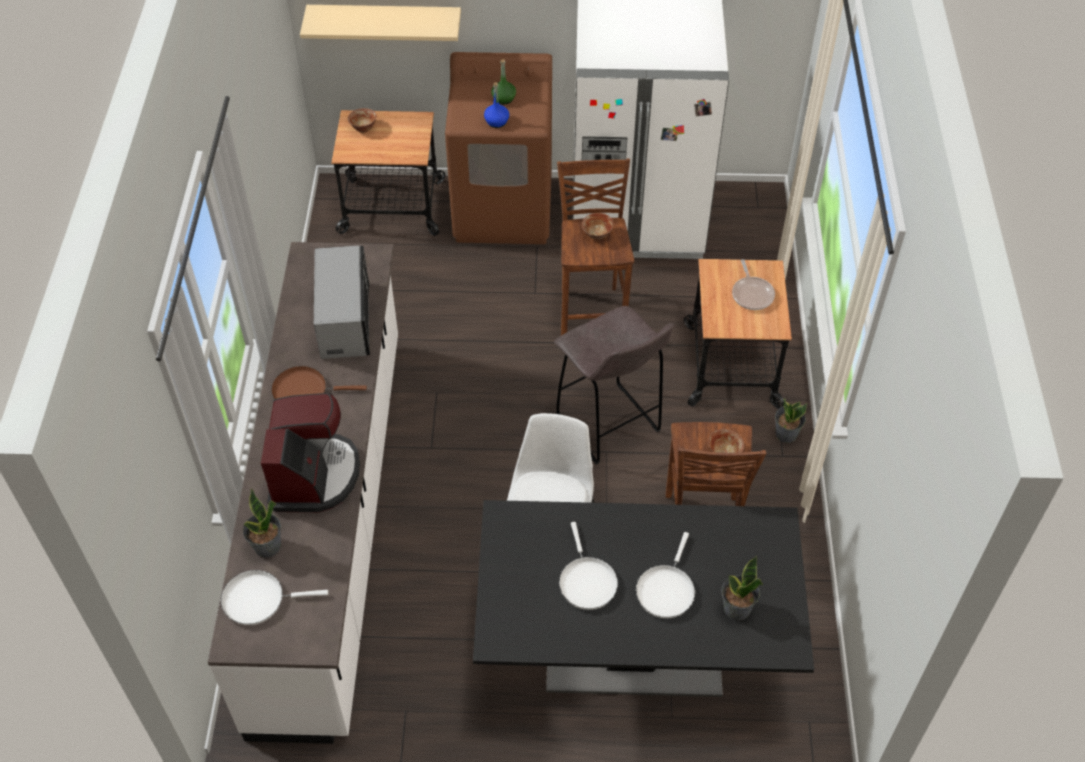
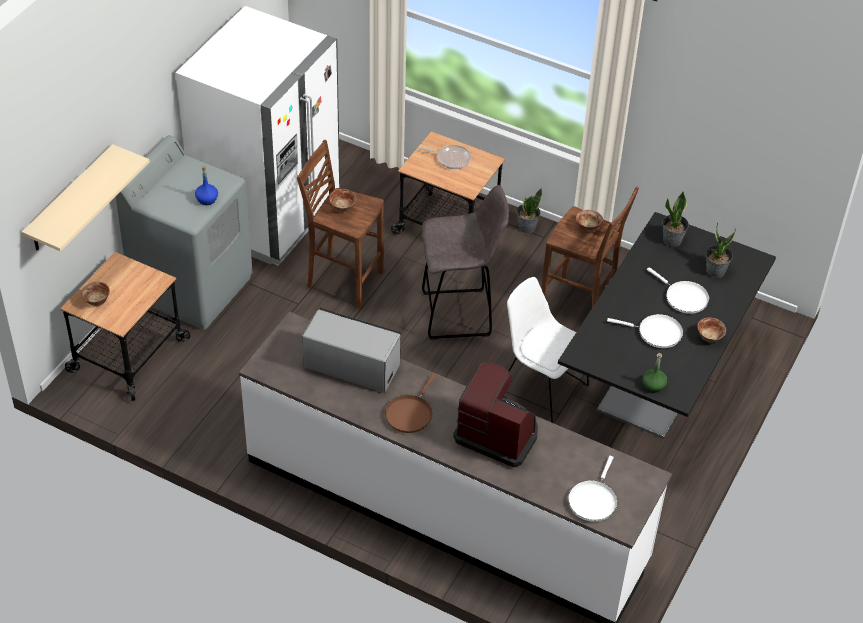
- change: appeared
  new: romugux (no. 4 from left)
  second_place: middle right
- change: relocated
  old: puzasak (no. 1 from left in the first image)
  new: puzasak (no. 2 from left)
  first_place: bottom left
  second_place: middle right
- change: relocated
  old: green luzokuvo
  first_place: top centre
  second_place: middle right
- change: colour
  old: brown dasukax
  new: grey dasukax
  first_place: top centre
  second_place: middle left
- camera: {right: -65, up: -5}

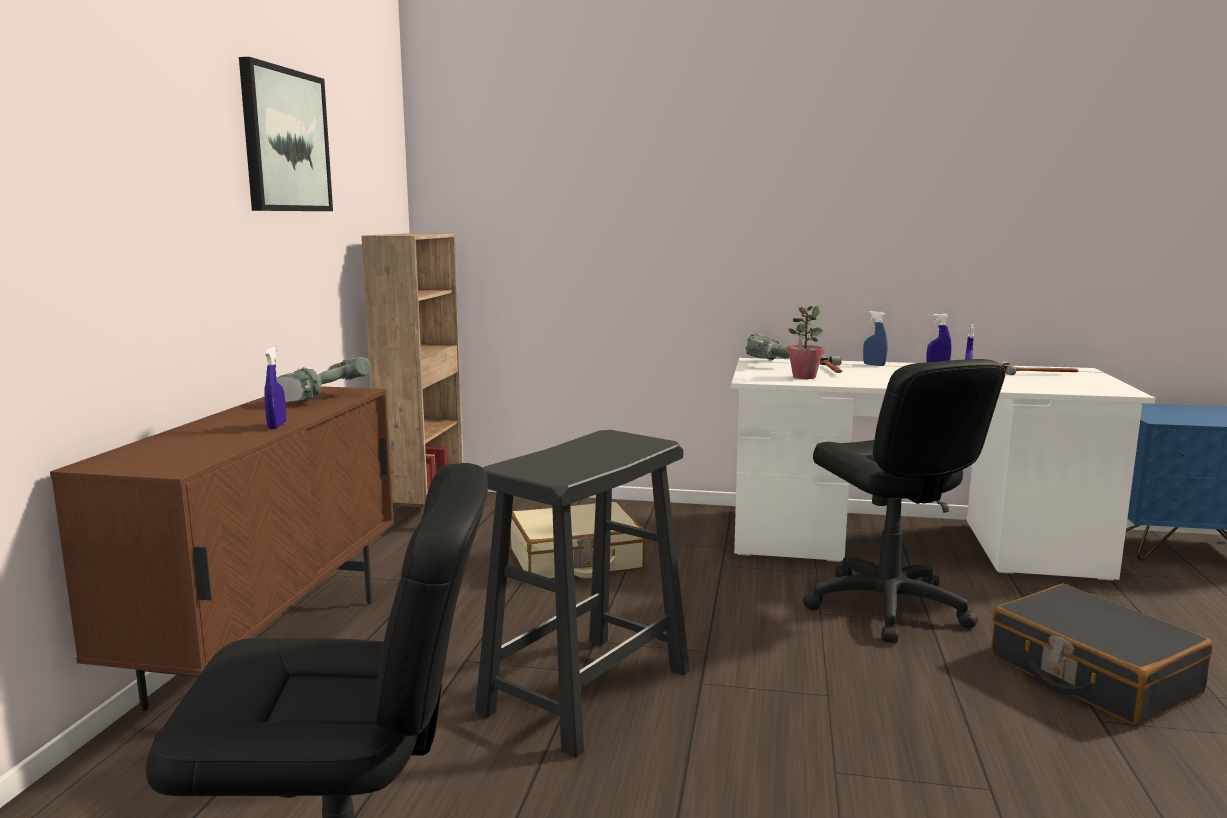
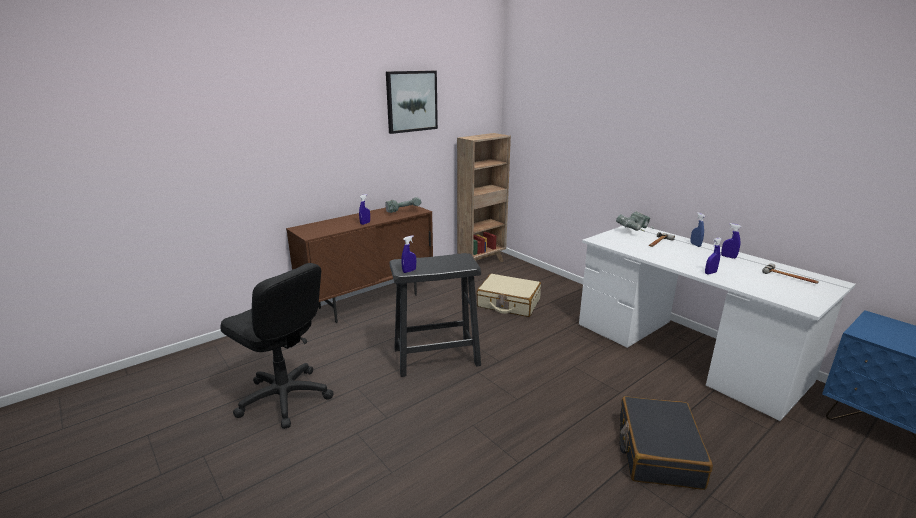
- change: missing
  old: puzasak
  first_place: centre
- change: missing
  old: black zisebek (no. 2 from left)
  first_place: middle right
- change: appeared
  new: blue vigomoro (no. 2 from left)
  second_place: centre
- camera: {right: 40, up: 10}

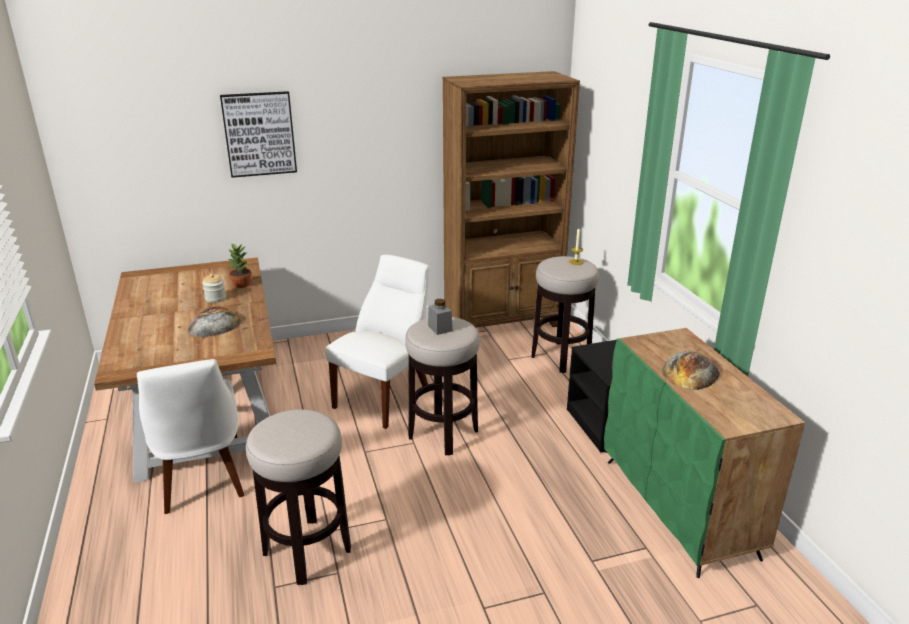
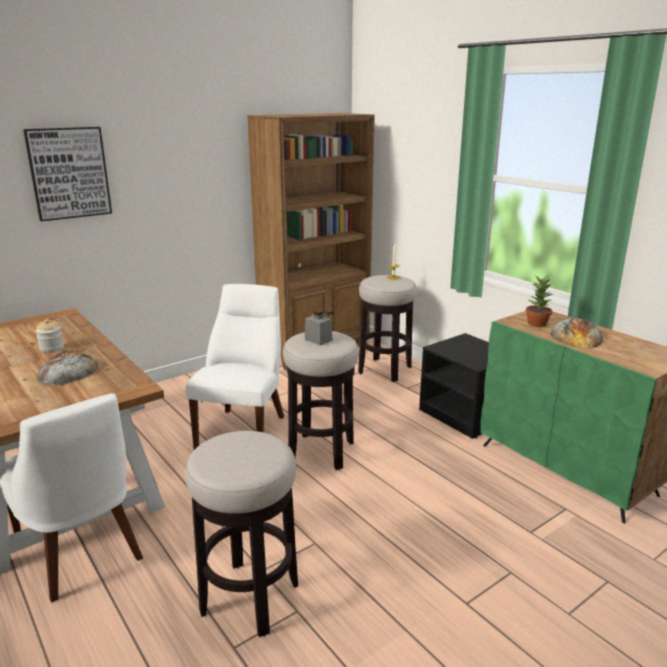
- change: relocated
  old: puzasak
  first_place: middle left
  second_place: middle right
- camera: {right: -20, up: -5}

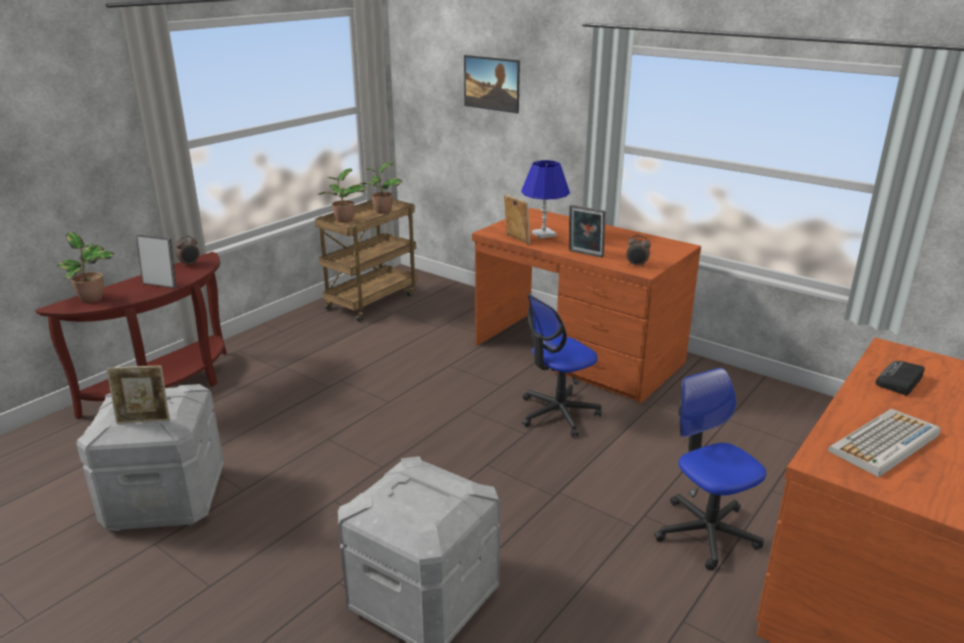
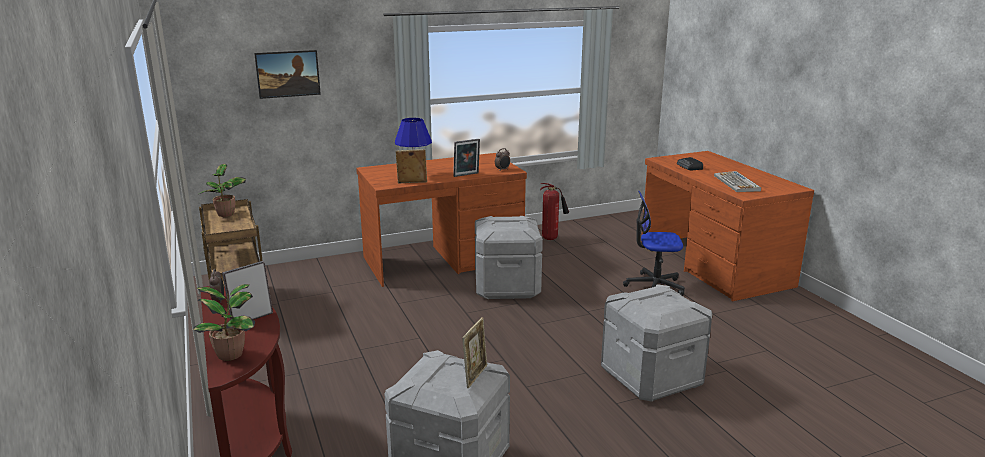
- change: missing
  old: puzasak (no. 2 from left)
  first_place: top centre
- change: appeared
  new: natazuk
  second_place: centre
- change: exchanged
  old: zisebek (no. 1 from left)
  new: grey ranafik (no. 2 from left)
  first_place: centre
  second_place: centre
- camera: {right: -60, up: -5}

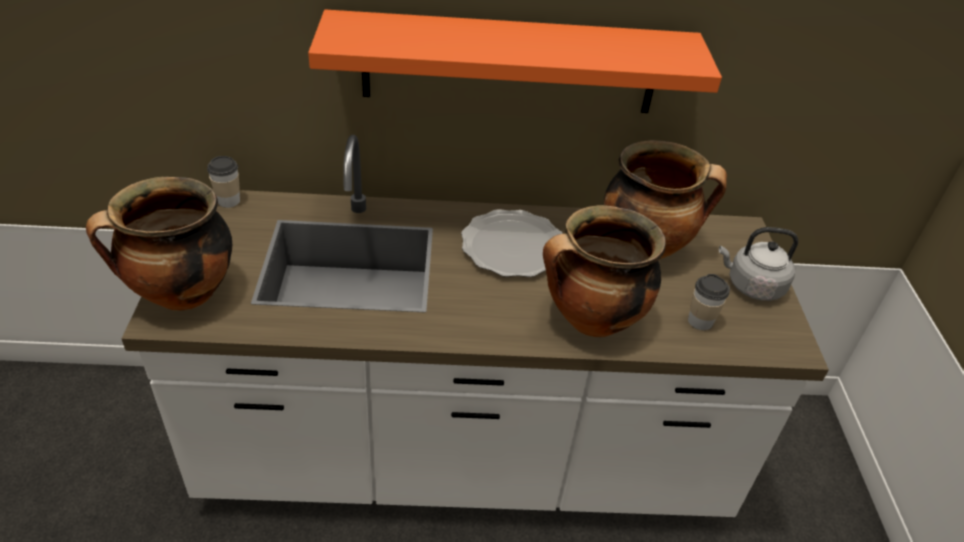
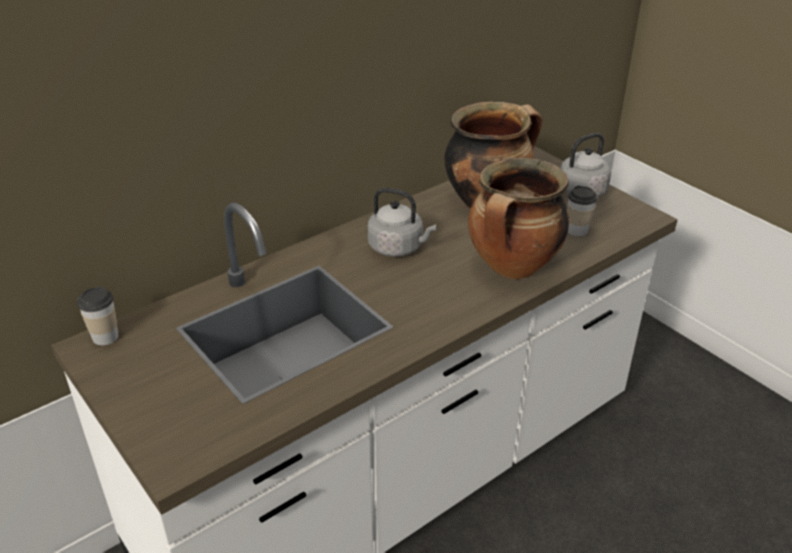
- change: missing
  old: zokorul (no. 1 from left)
  first_place: middle left
- change: missing
  old: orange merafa
  first_place: top centre
- change: exchanged
  old: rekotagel
  new: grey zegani (no. 1 from left)
  first_place: centre
  second_place: centre
- camera: {right: -35, up: -5}

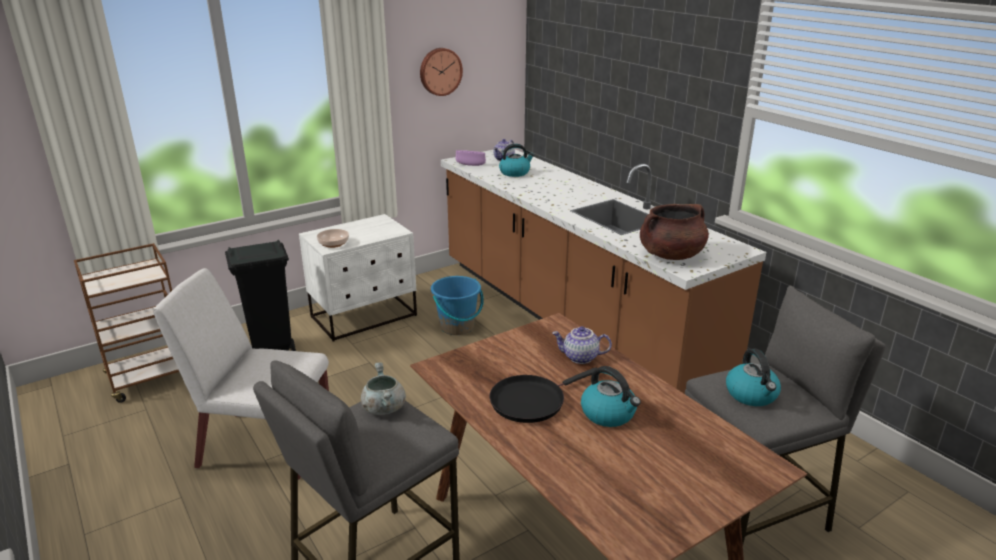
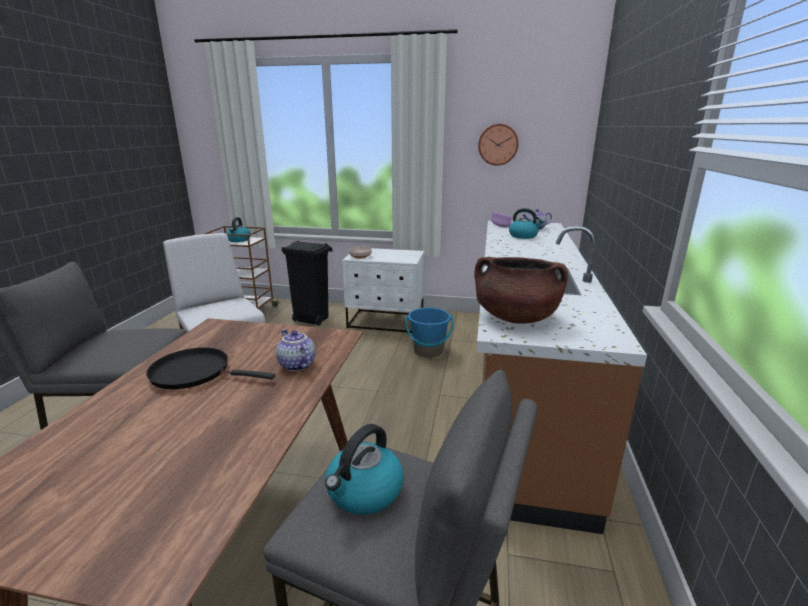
- change: missing
  old: grey zokorul
  first_place: bottom centre
- change: relocated
  old: zegani (no. 2 from left in the first image)
  new: zegani (no. 1 from left)
  first_place: bottom centre
  second_place: middle left
- camera: {right: 45, up: -5}

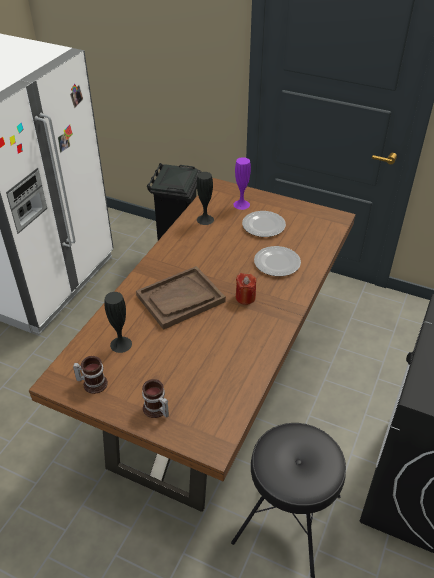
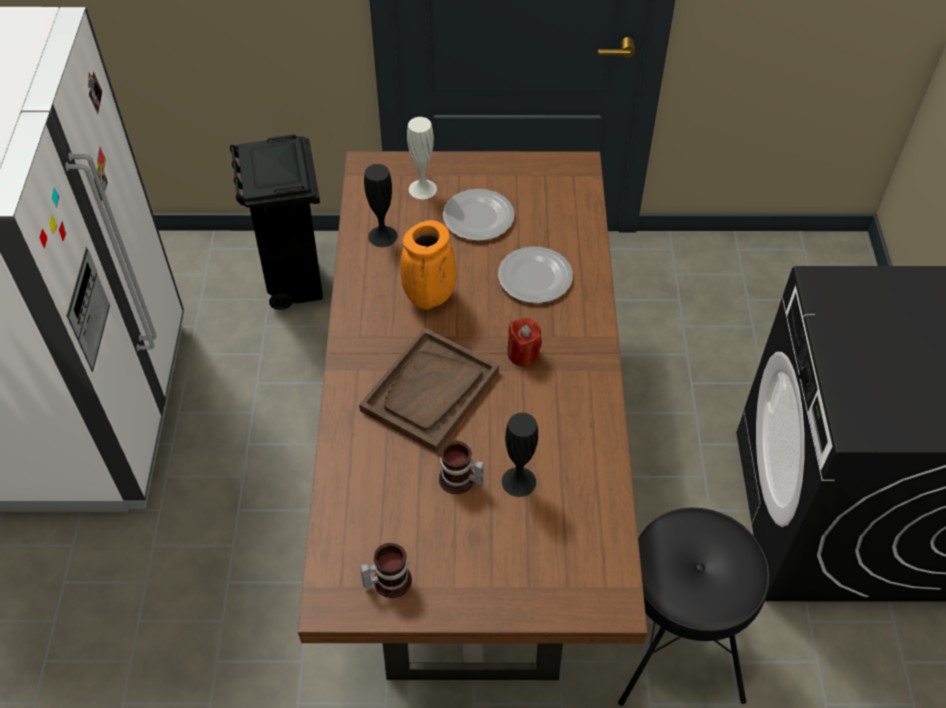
- change: appeared
  new: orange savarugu
  second_place: centre
- change: relocated
  old: black savarugu (no. 1 from left in the first image)
  new: black savarugu (no. 2 from left)
  first_place: middle left
  second_place: centre
- change: relocated
  old: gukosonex (no. 2 from left)
  first_place: bottom centre
  second_place: centre
- change: colour
  old: purple savarugu
  new: white savarugu
  first_place: top centre
  second_place: top centre
- camera: {right: -25, up: 10}

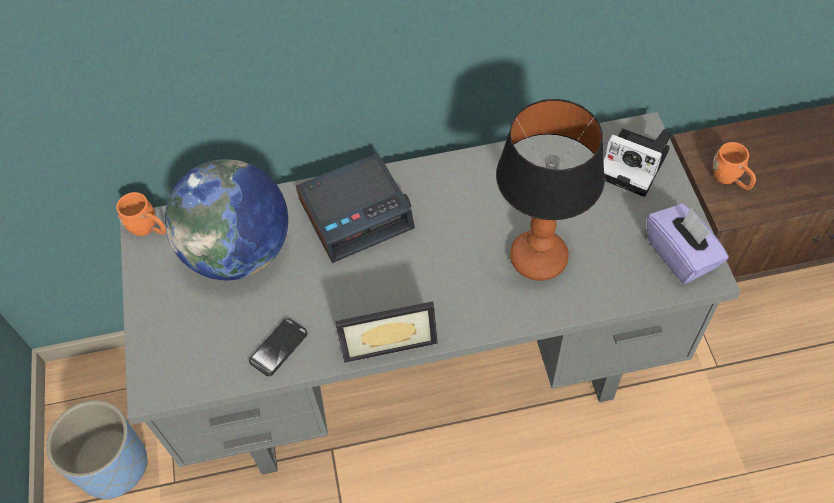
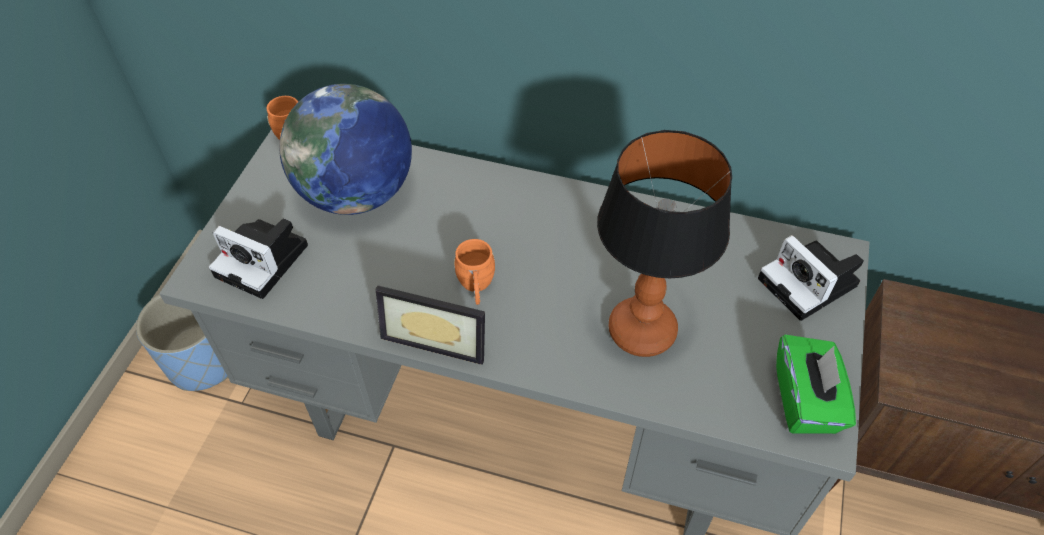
- change: missing
  old: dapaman
  first_place: bottom centre
- change: missing
  old: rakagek
  first_place: centre
- change: appeared
  new: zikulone (no. 1 from left)
  second_place: middle left
- change: relocated
  old: orange gukosonex (no. 2 from left)
  first_place: top right
  second_place: centre
- change: colour
  old: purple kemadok
  new: green kemadok
  first_place: middle right
  second_place: bottom right
- camera: {right: 25, up: -5}

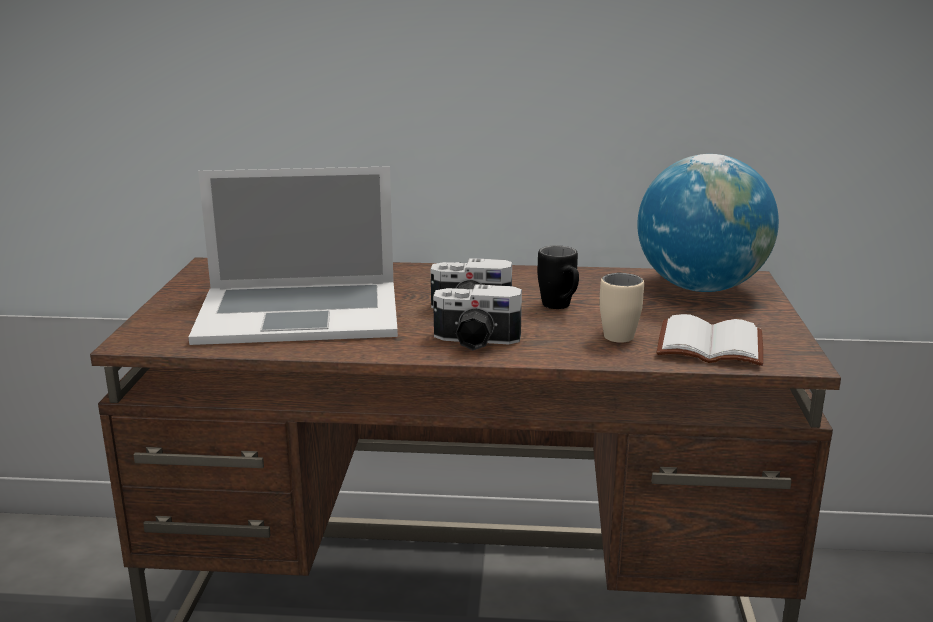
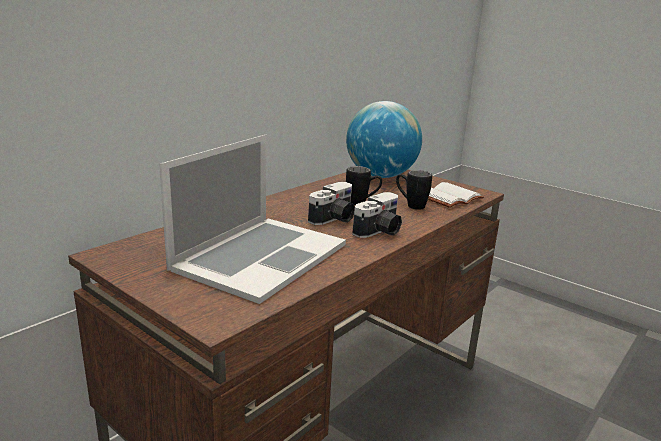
- change: colour
  old: beige gukosonex
  new: black gukosonex (no. 2 from left)
  first_place: centre
  second_place: centre
- camera: {right: -55, up: 0}

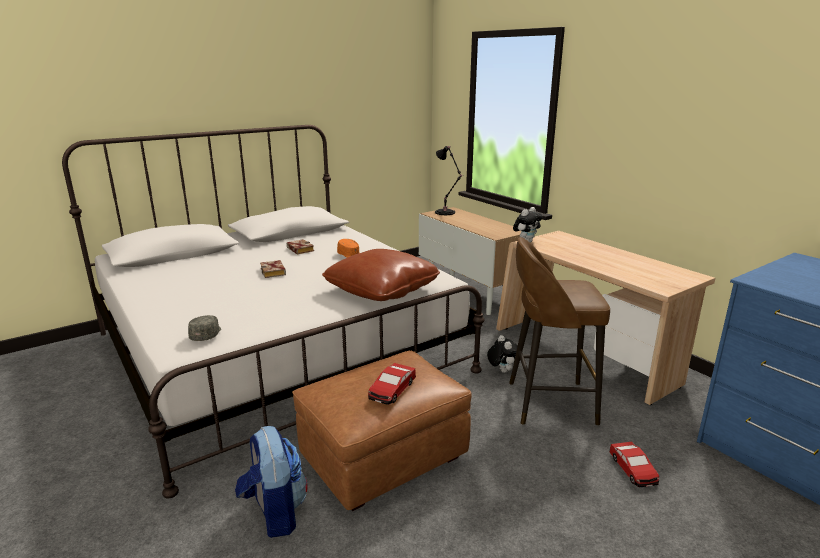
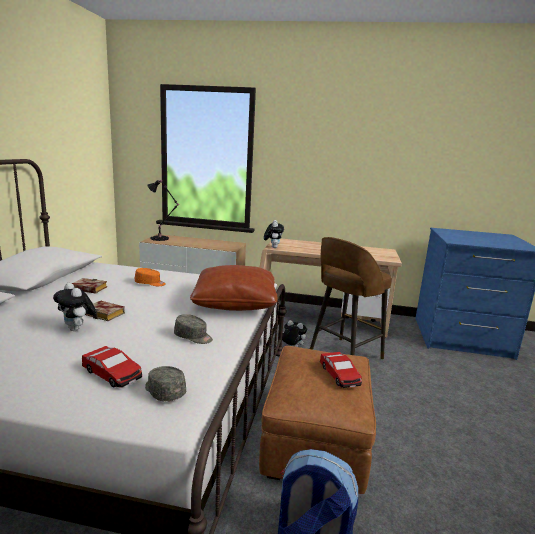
- change: appeared
  new: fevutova (no. 1 from left)
  second_place: middle left
- change: appeared
  new: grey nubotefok (no. 2 from left)
  second_place: centre
- change: relocated
  old: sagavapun (no. 2 from left in the first image)
  new: sagavapun (no. 1 from left)
  first_place: bottom right
  second_place: bottom left
- camera: {right: -45, up: -5}

